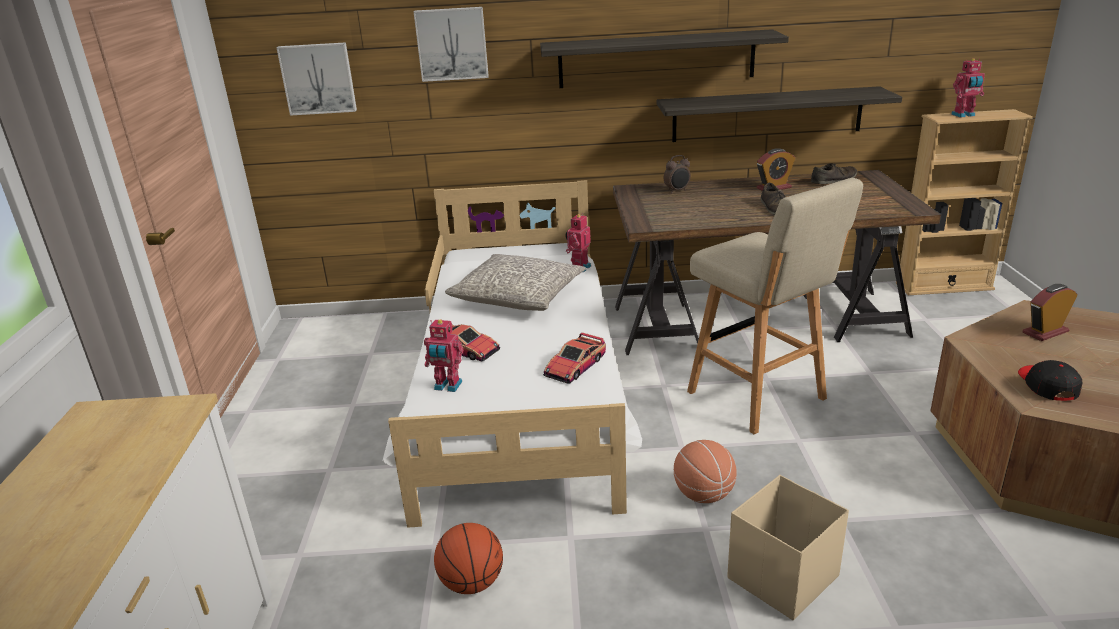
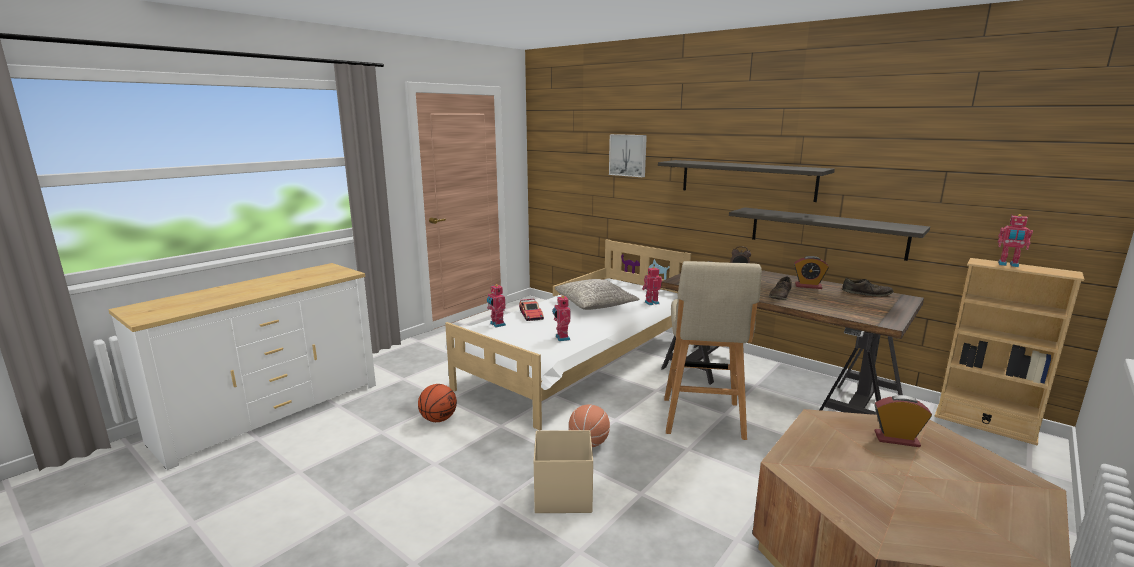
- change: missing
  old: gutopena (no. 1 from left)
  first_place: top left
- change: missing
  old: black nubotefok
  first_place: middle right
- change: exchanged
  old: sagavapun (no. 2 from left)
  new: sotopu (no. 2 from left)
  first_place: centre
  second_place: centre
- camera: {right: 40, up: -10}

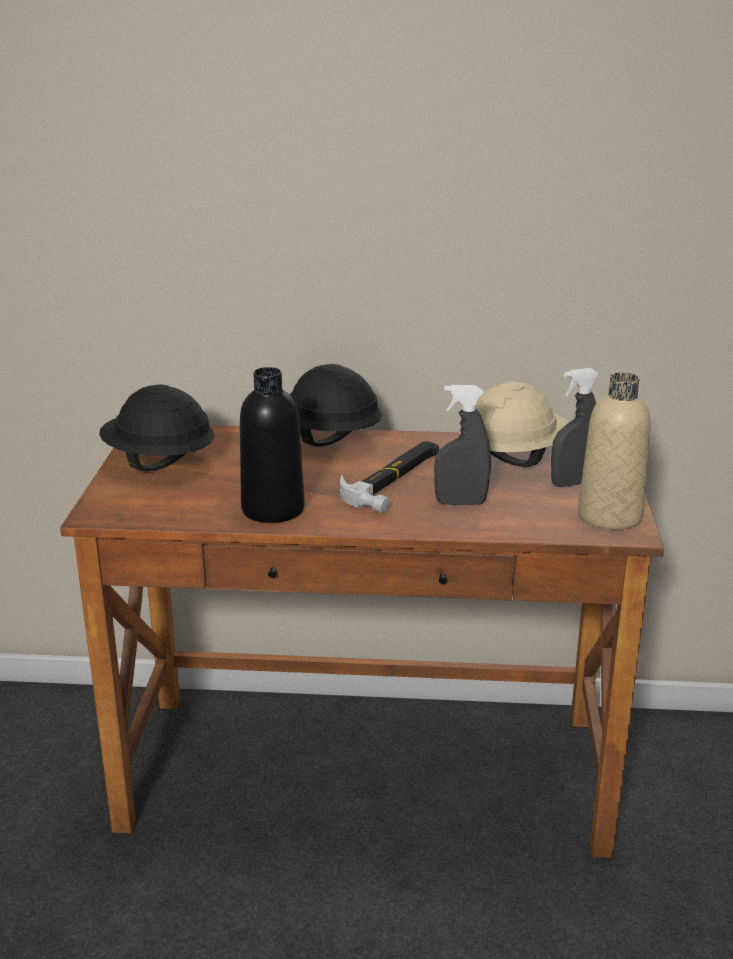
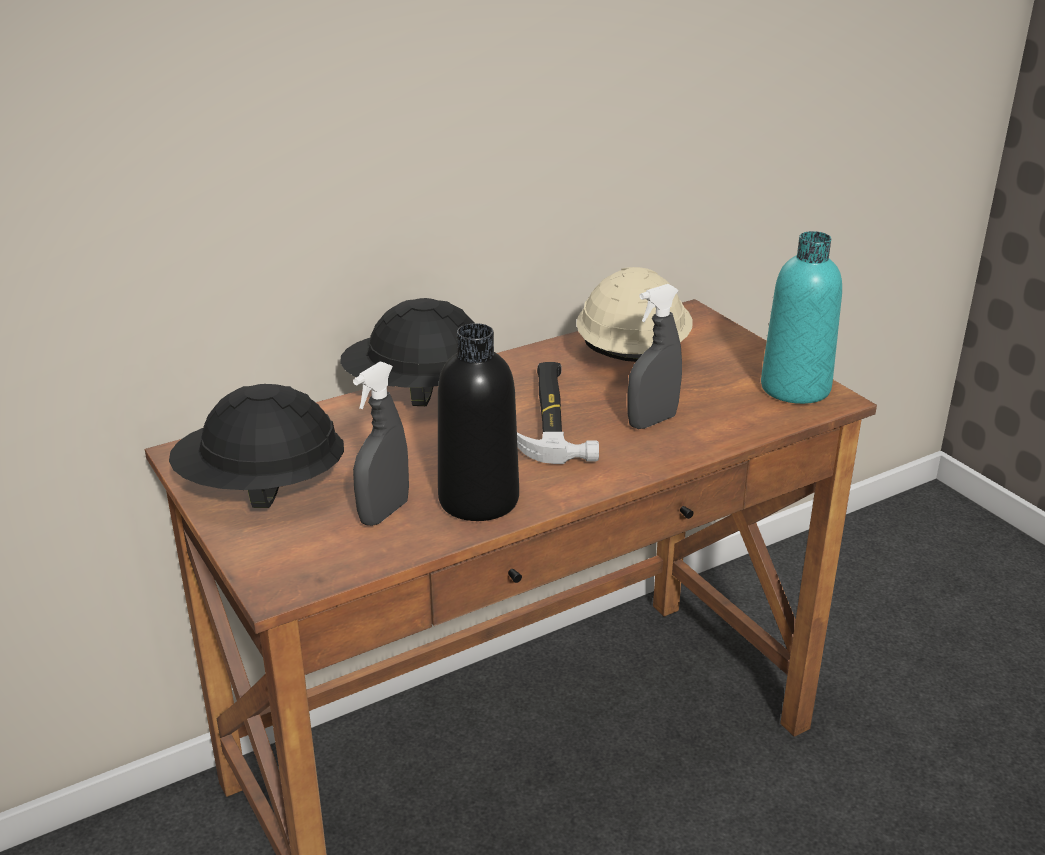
- change: relocated
  old: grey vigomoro (no. 2 from left in the first image)
  new: grey vigomoro (no. 1 from left)
  first_place: middle right
  second_place: centre
- change: colour
  old: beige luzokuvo
  new: turquoise luzokuvo
  first_place: middle right
  second_place: middle right
- camera: {right: -35, up: 5}

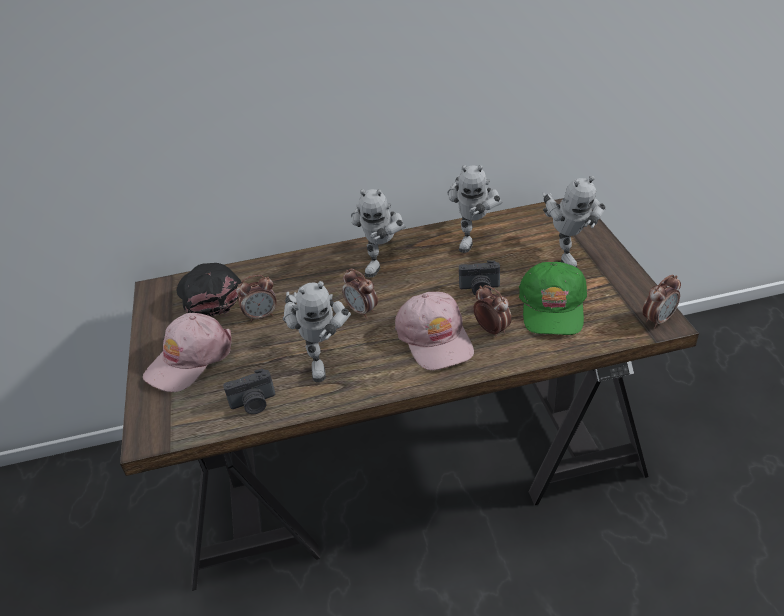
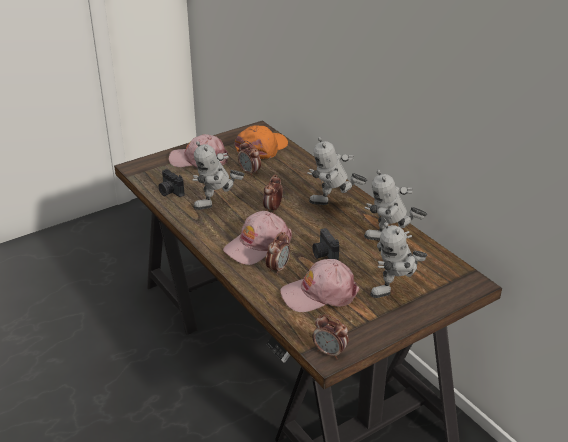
- change: colour
  old: black nubotefok
  new: orange nubotefok
  first_place: middle left
  second_place: top centre
- change: colour
  old: green nubotefok
  new: pink nubotefok (no. 3 from left)
  first_place: middle right
  second_place: centre
- camera: {right: 65, up: -5}

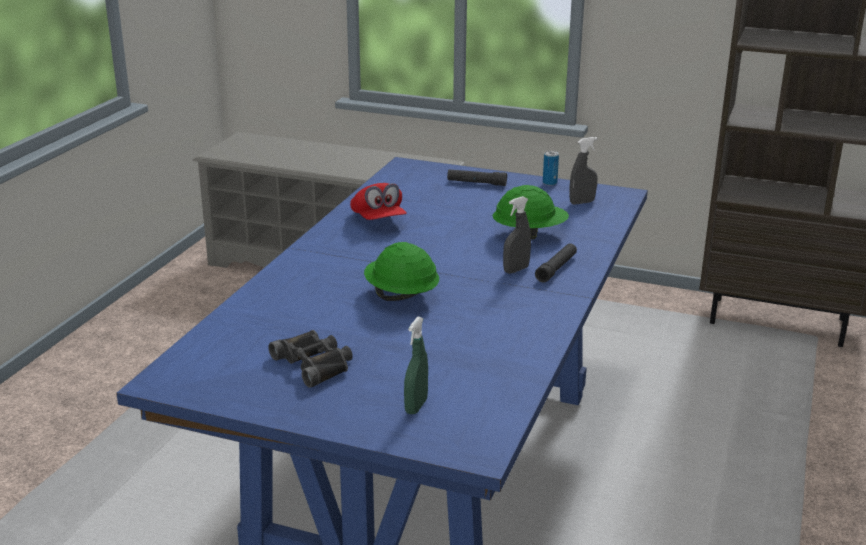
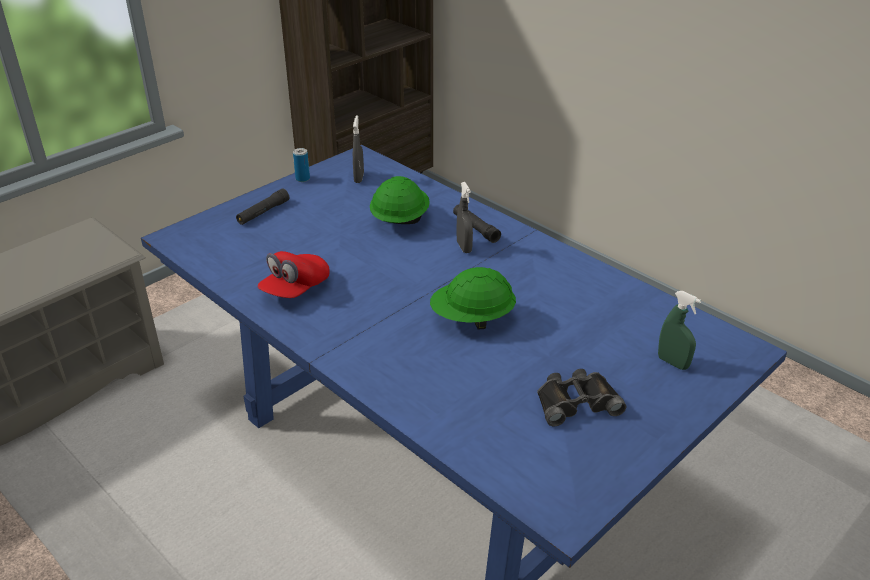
- change: spun
  old: red nubotefok
  first_place: centre
  second_place: centre
  degrees: 120
- camera: {right: -65, up: 10}

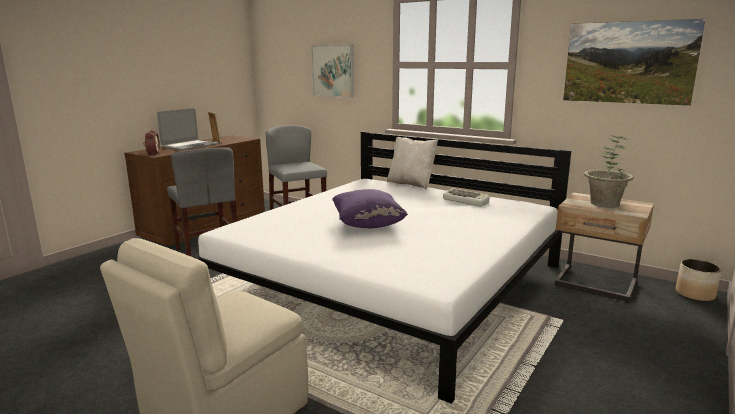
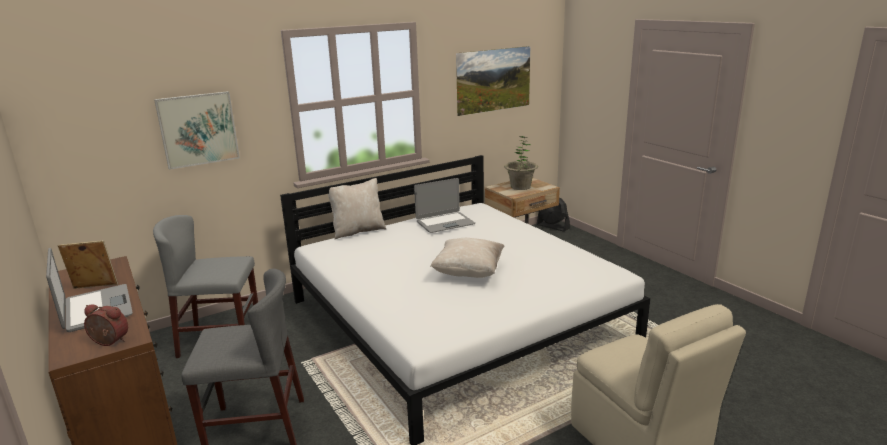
- change: exchanged
  old: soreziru
  new: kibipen (no. 2 from left)
  first_place: centre
  second_place: centre
- change: exchanged
  old: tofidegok
  new: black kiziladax
  first_place: bottom right
  second_place: centre
- change: colour
  old: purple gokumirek
  new: beige gokumirek (no. 2 from left)
  first_place: centre
  second_place: centre
- camera: {right: -65, up: 5}

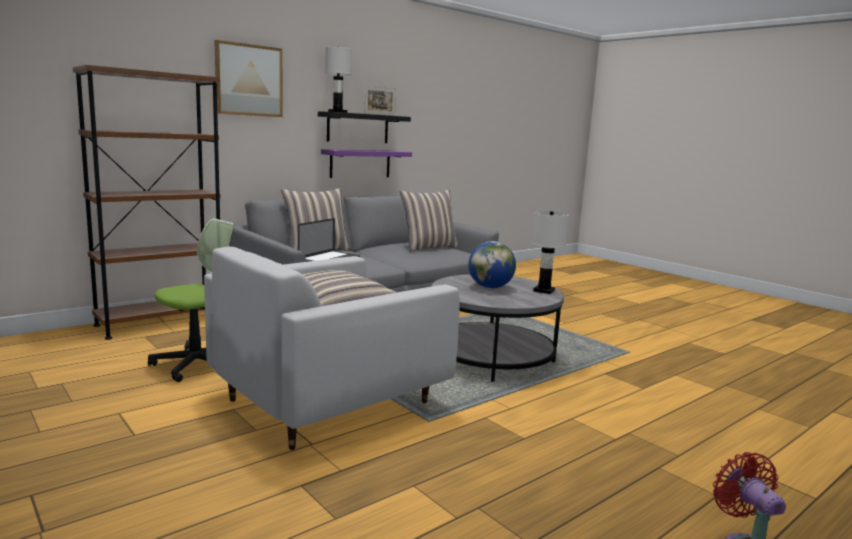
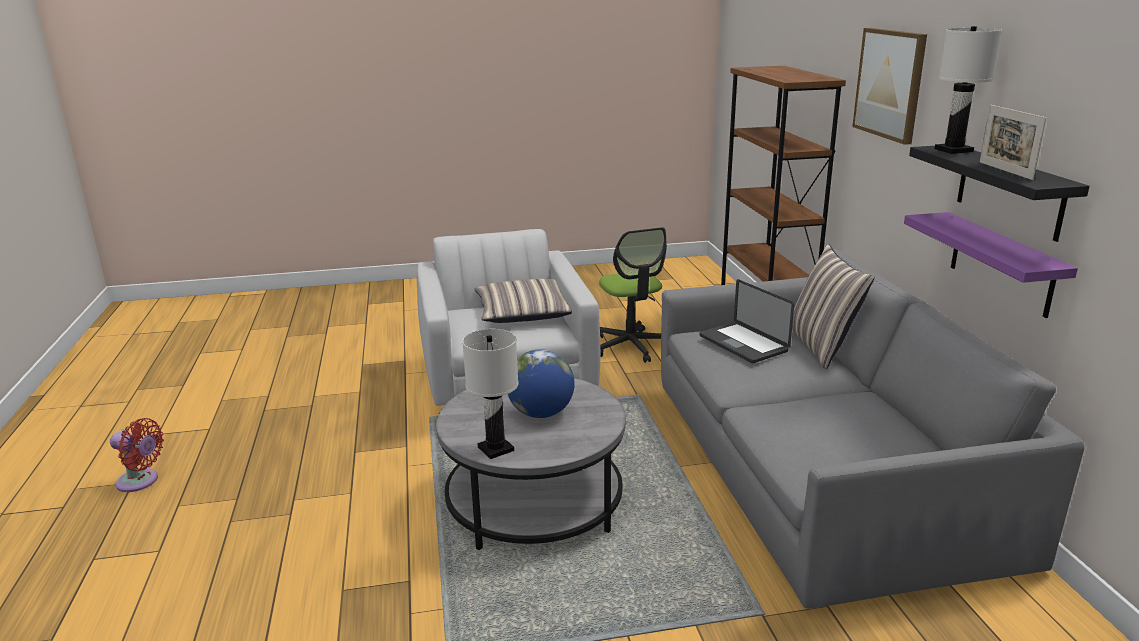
- change: missing
  old: gokumirek (no. 3 from left)
  first_place: centre
- camera: {right: 120, up: 10}

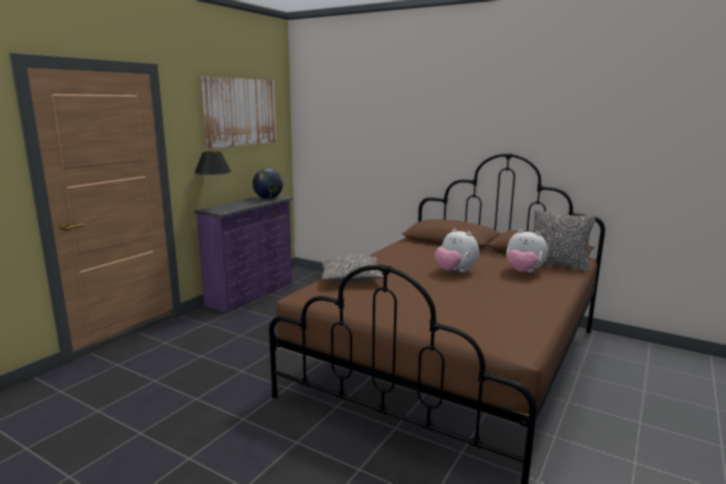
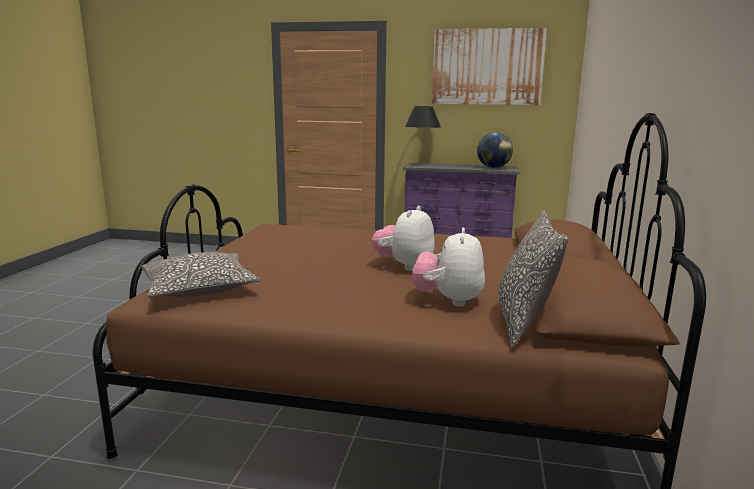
- change: relocated
  old: gokumirek (no. 1 from left)
  first_place: centre
  second_place: middle left
- camera: {right: 70, up: 0}

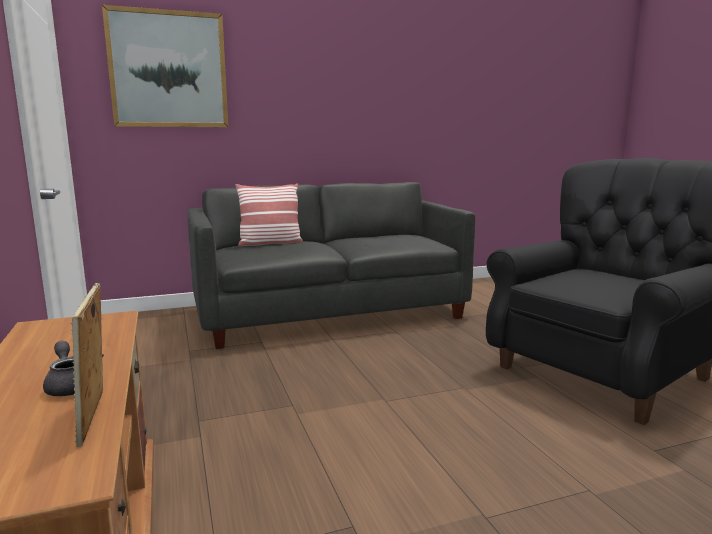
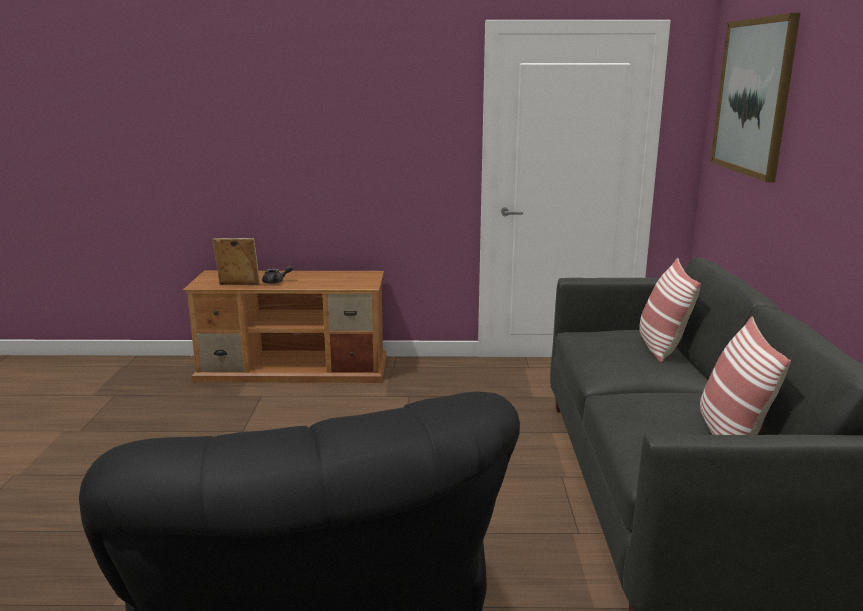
- change: appeared
  new: gokumirek (no. 2 from left)
  second_place: middle right
- camera: {right: 110, up: 5}

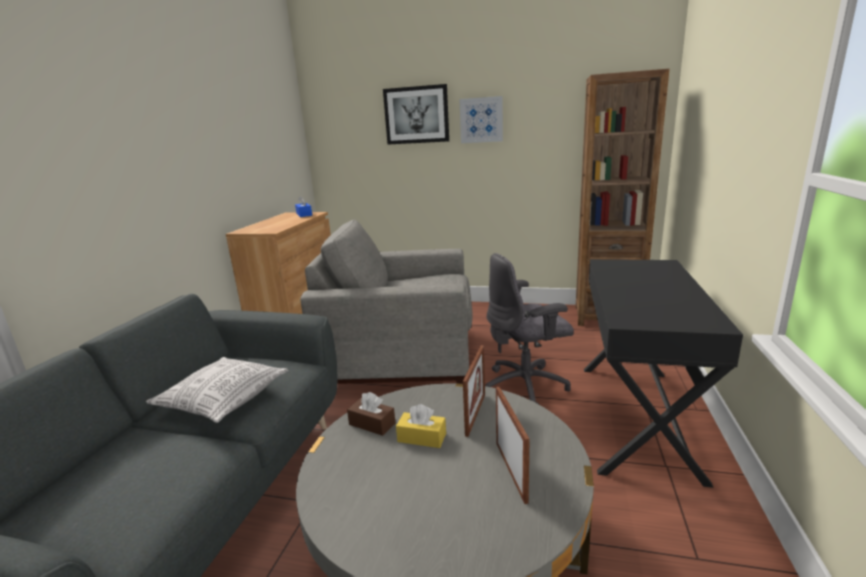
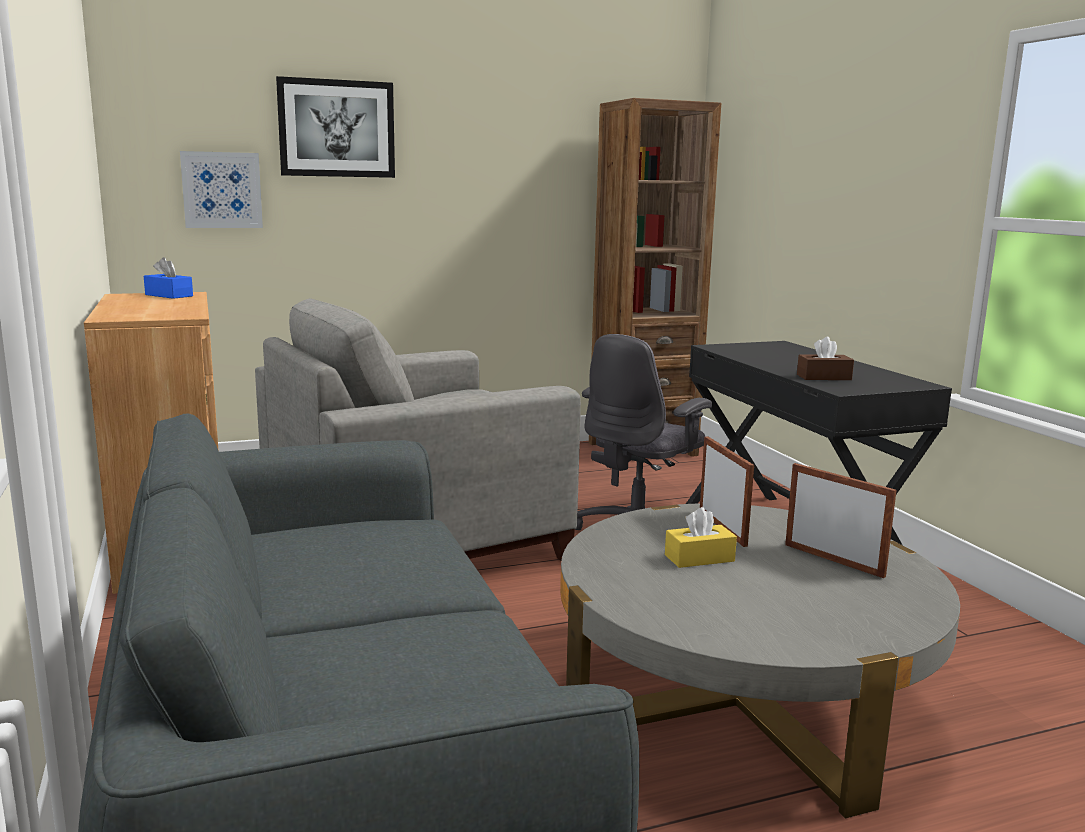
- change: missing
  old: gokumirek
  first_place: bottom left
- change: relocated
  old: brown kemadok
  first_place: bottom centre
  second_place: middle right
- change: relocated
  old: gutopena (no. 2 from left in the first image)
  new: gutopena (no. 1 from left)
  first_place: top centre
  second_place: top left
- camera: {right: -35, up: -5}

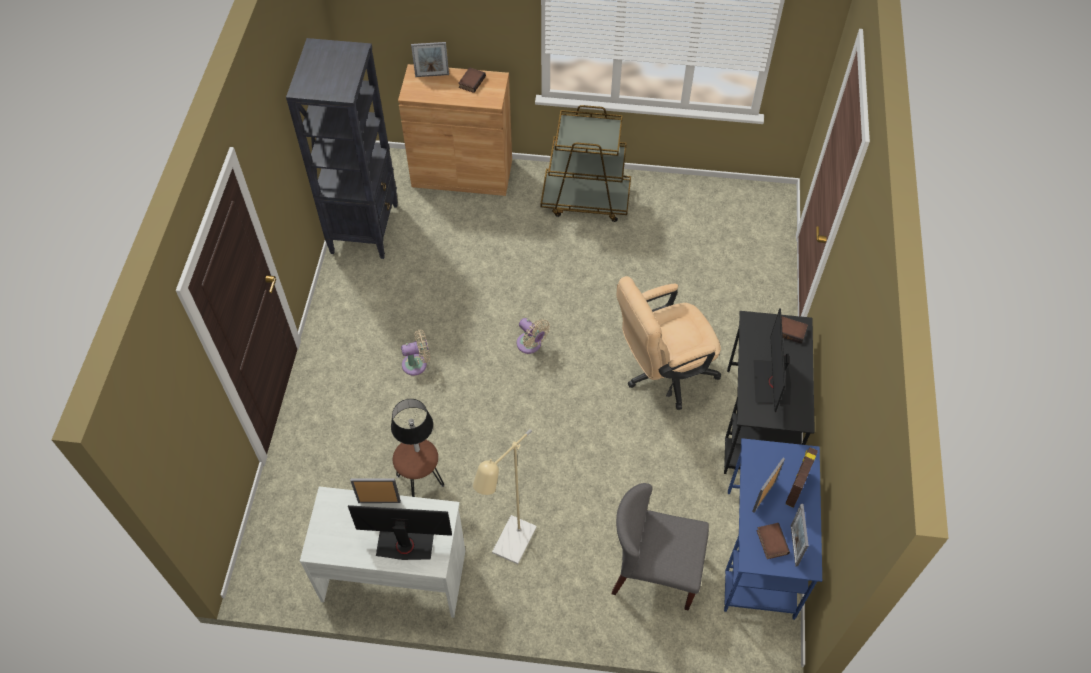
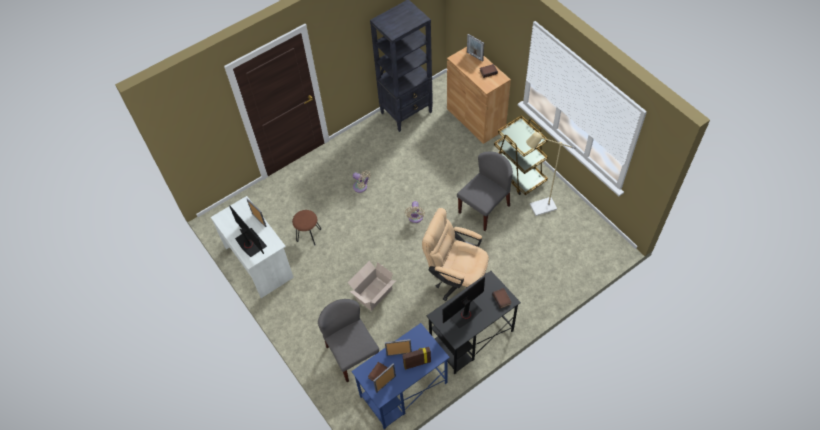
- change: missing
  old: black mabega
  first_place: centre
- change: appeared
  new: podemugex
  second_place: centre
- change: appeared
  new: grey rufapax (no. 2 from left)
  second_place: centre
- change: relocated
  old: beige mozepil
  first_place: bottom centre
  second_place: middle right
- camera: {right: 50, up: 0}

